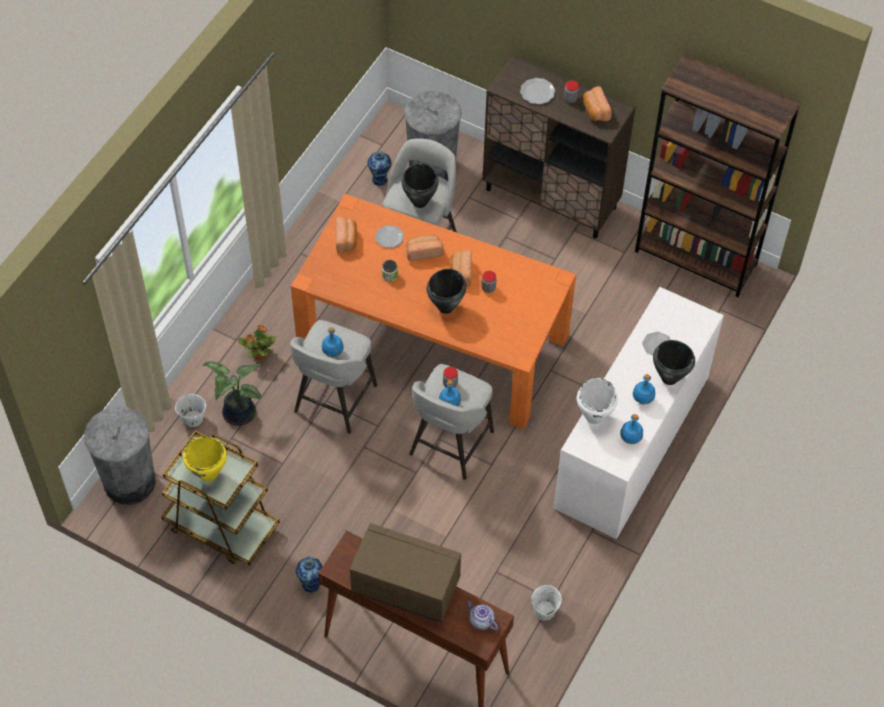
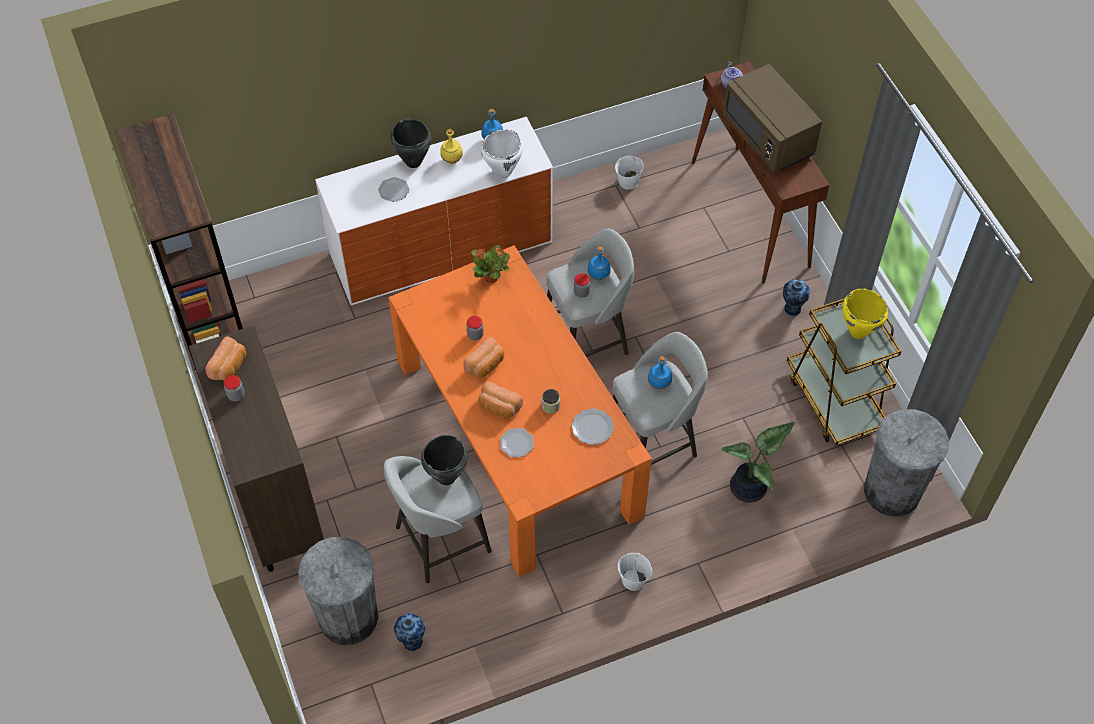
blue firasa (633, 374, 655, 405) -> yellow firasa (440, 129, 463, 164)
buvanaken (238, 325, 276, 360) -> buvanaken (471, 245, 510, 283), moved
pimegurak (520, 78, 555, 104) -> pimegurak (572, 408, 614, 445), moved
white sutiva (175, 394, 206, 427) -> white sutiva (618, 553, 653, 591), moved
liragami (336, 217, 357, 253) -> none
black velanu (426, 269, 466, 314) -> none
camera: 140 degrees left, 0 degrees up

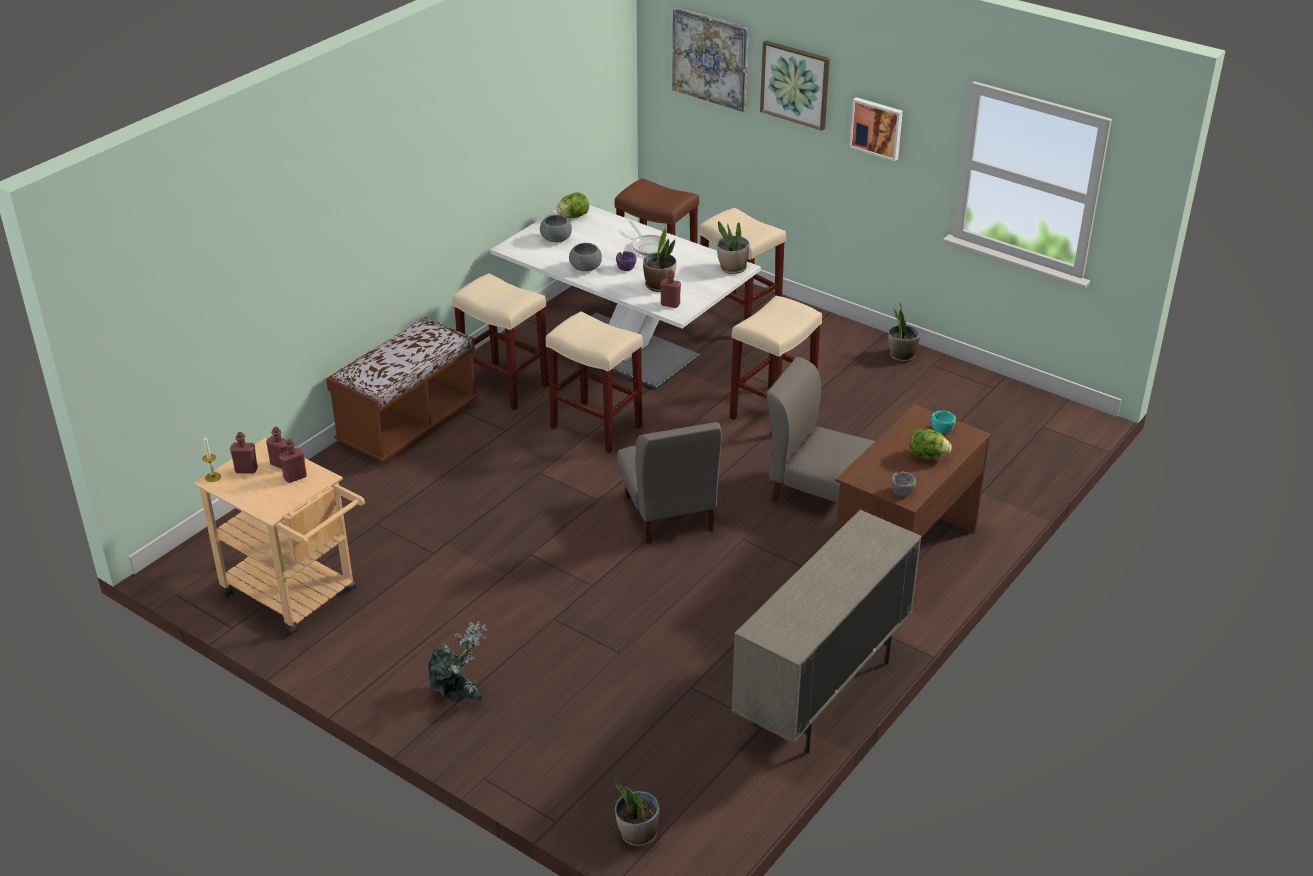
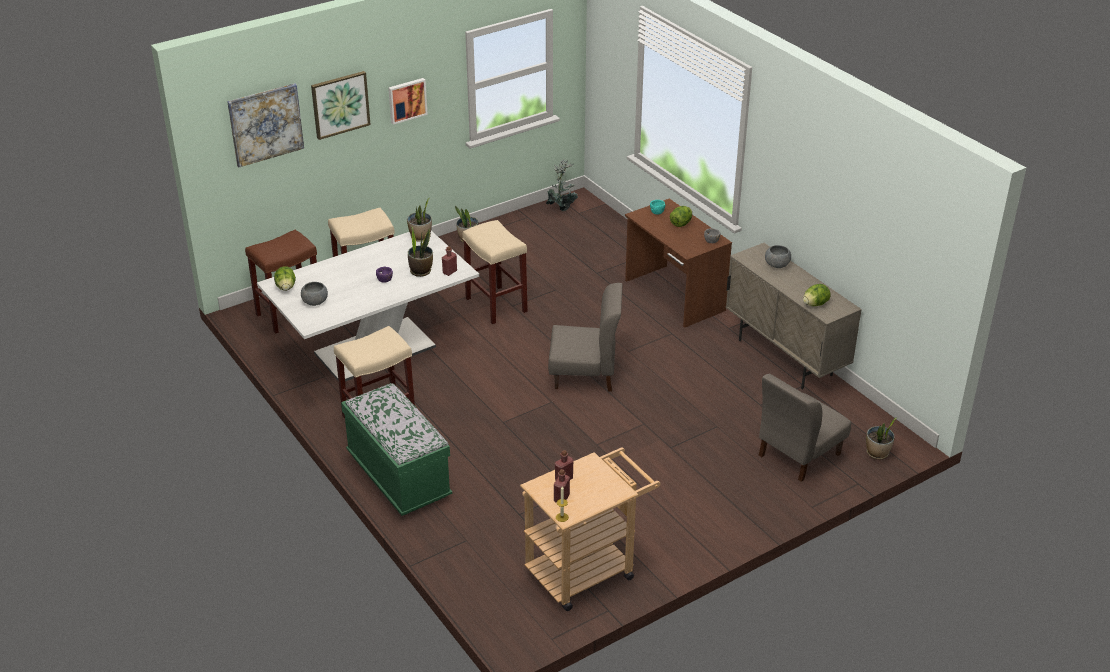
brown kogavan (326, 317, 479, 464) -> green kogavan (341, 383, 452, 516)
buvanaken (427, 621, 487, 703) -> buvanaken (546, 159, 578, 211), moved
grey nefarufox (766, 357, 875, 503) -> grey nefarufox (758, 374, 851, 482), moved
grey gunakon (569, 243, 602, 271) -> grey gunakon (765, 245, 791, 268), moved
none -> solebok (803, 284, 830, 306)
red firasa (279, 439, 307, 483) -> none
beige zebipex (546, 311, 643, 453) -> none
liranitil (629, 221, 667, 256) -> none
camera: 70 degrees left, 0 degrees up

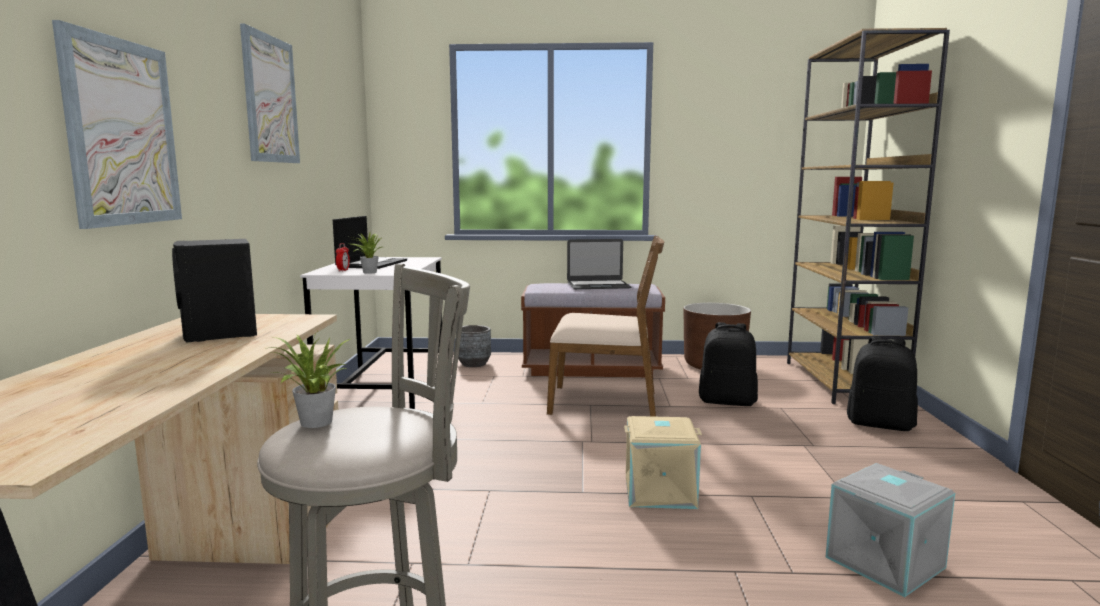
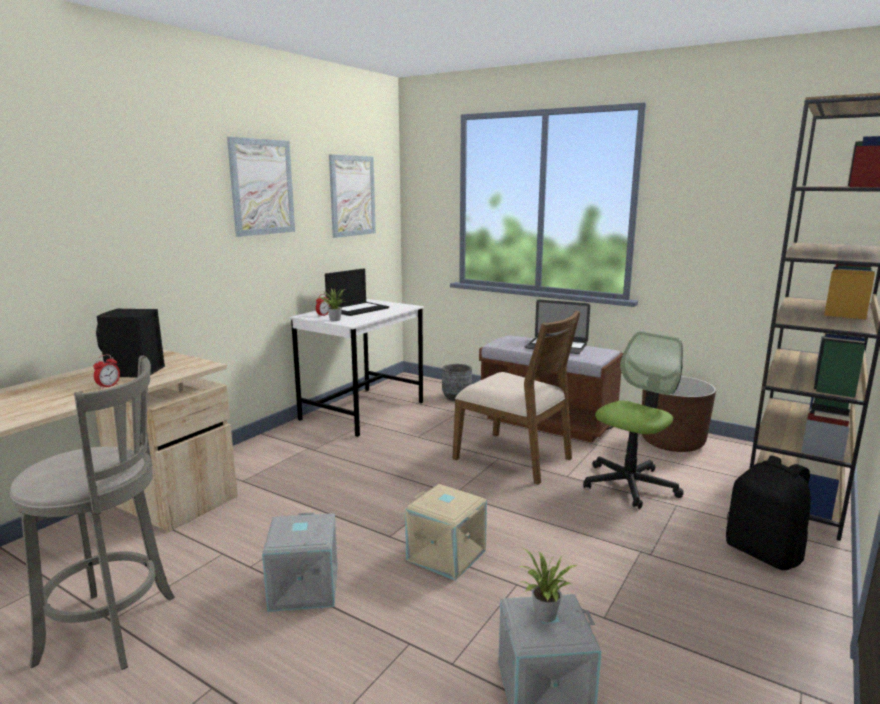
none -> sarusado (93, 354, 120, 389)
none -> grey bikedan (262, 512, 338, 612)
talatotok (52, 20, 182, 229) -> talatotok (329, 154, 376, 238), moved
buvanaken (273, 332, 352, 428) -> buvanaken (519, 548, 577, 622), moved
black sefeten (699, 322, 758, 406) -> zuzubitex (583, 331, 684, 509)
camera: 30 degrees right, 5 degrees up

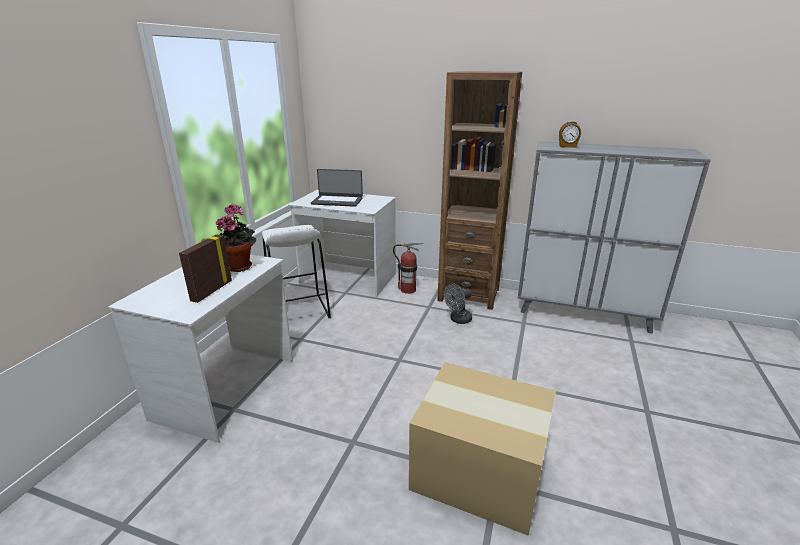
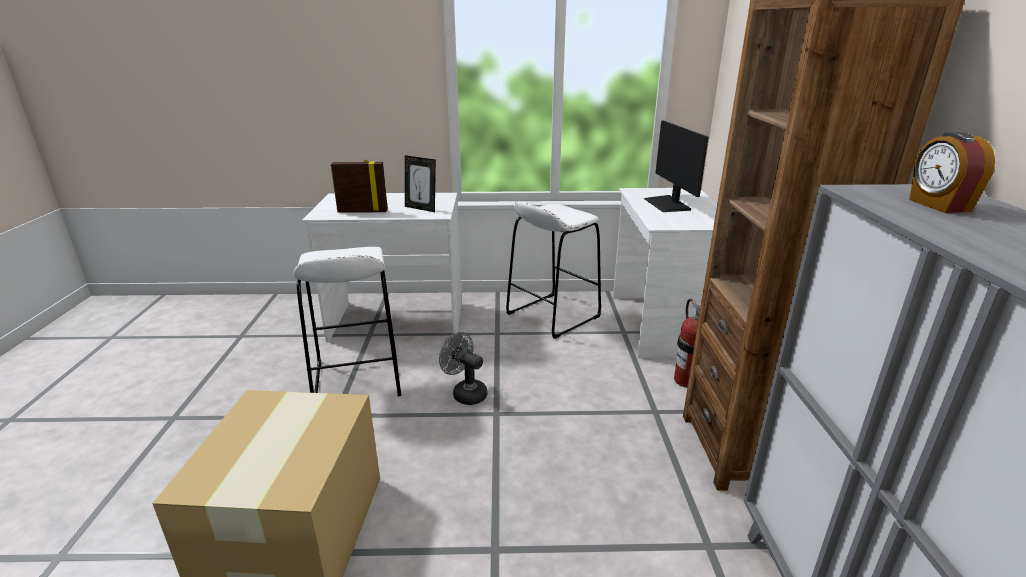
none -> white zebipex (294, 247, 401, 396)
buvanaken (216, 204, 256, 272) -> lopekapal (405, 155, 436, 212)
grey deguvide (444, 283, 472, 324) -> grey deguvide (439, 332, 488, 405), moved
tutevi (311, 169, 363, 207) -> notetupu (643, 121, 709, 212)
camera: 70 degrees right, 0 degrees up

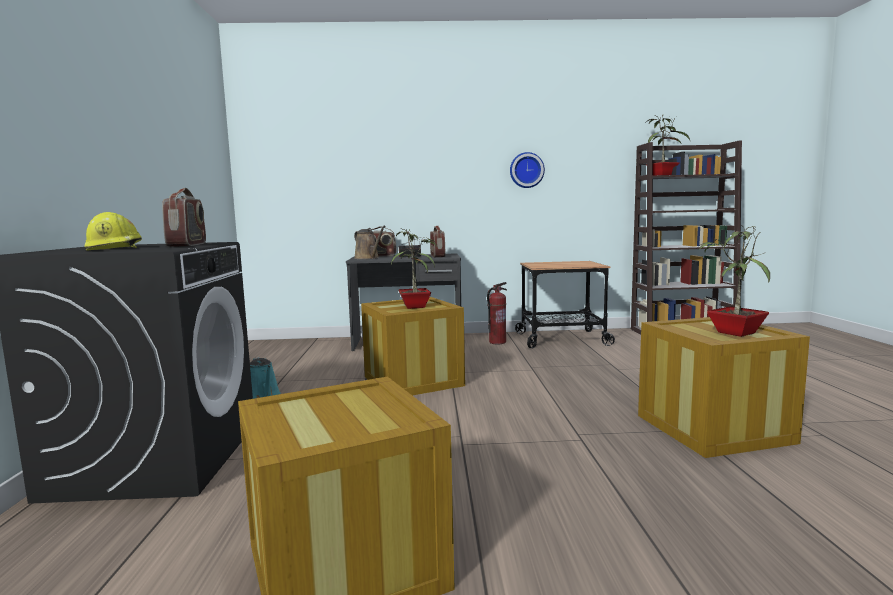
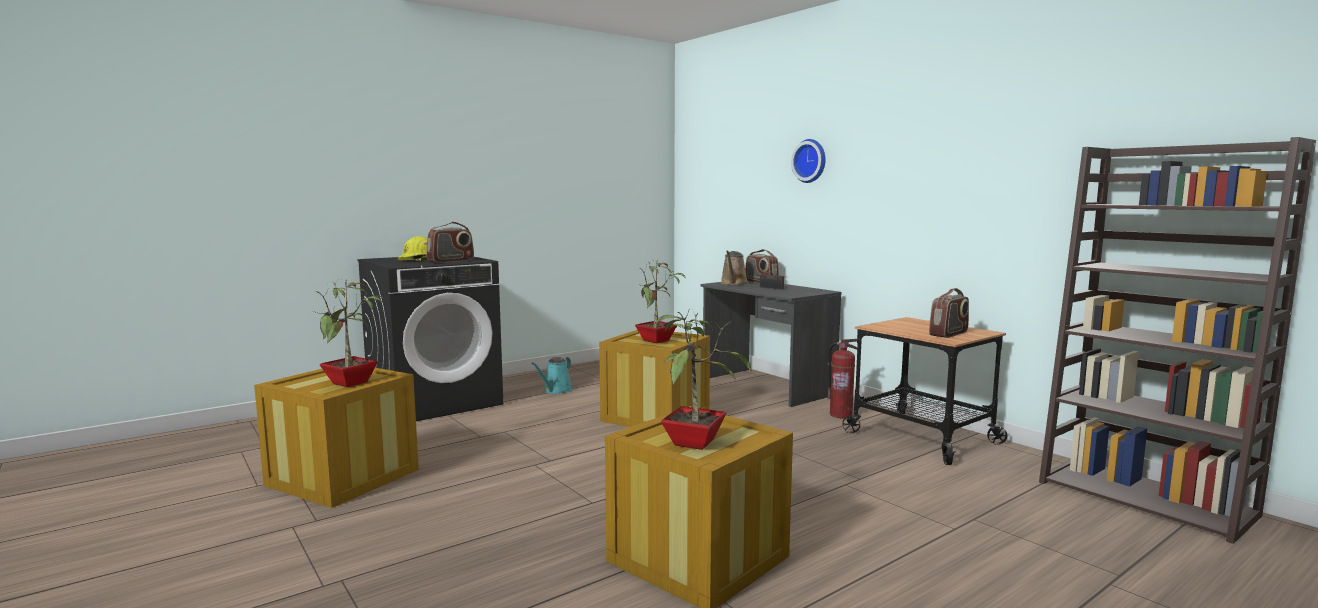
buvanaken (646, 115, 690, 175) -> buvanaken (313, 279, 386, 387), moved
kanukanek (510, 152, 545, 188) -> kanukanek (791, 139, 826, 183), moved
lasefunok (430, 226, 445, 257) -> lasefunok (929, 288, 969, 338), moved
camera: 55 degrees right, 0 degrees up

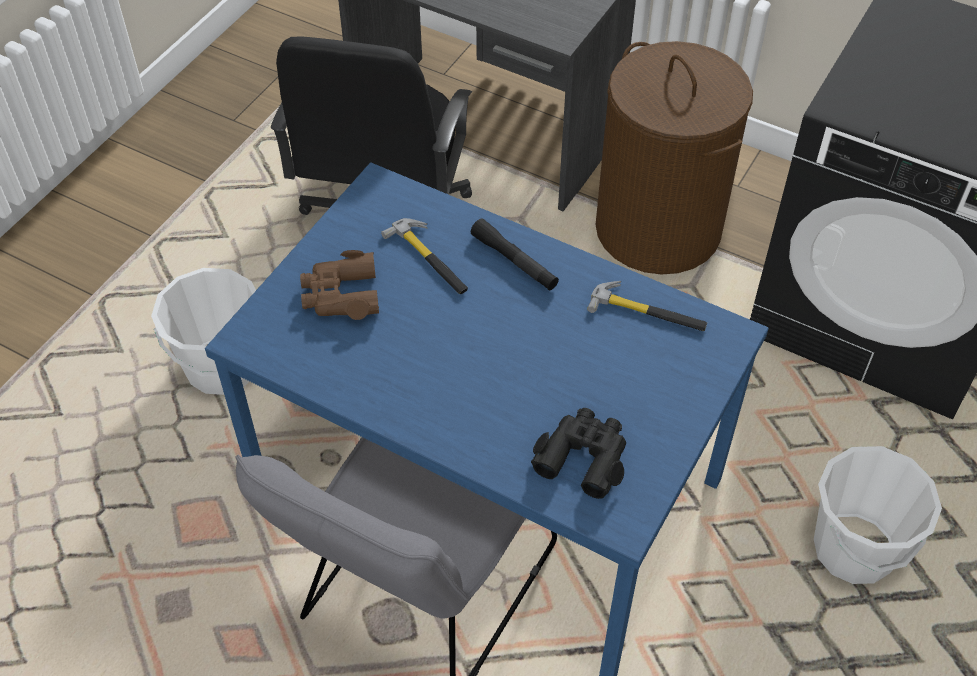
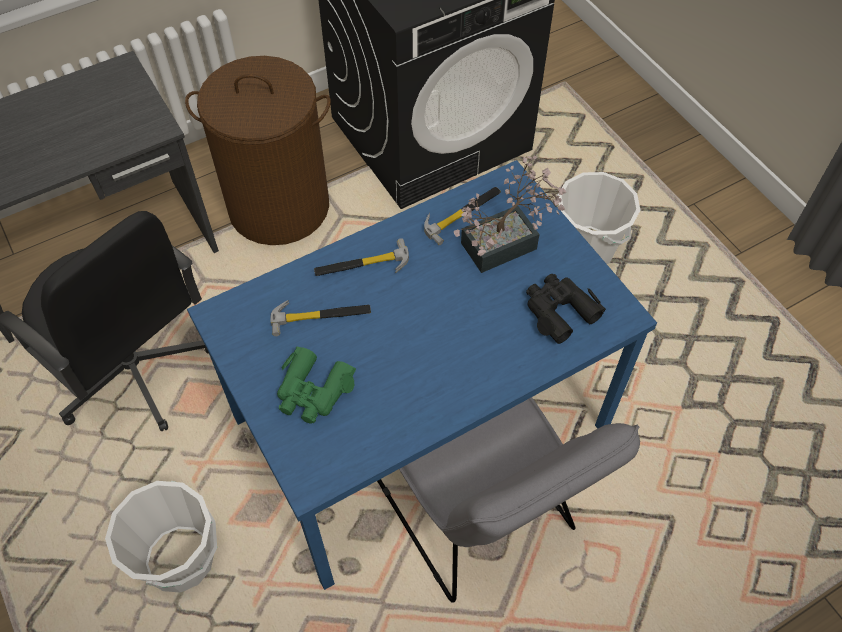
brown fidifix (300, 250, 379, 320) -> green fidifix (277, 346, 356, 424)
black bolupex (471, 218, 559, 290) -> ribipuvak (314, 238, 409, 276)
none -> buvanaken (454, 155, 567, 273)
camera: 60 degrees left, 5 degrees up

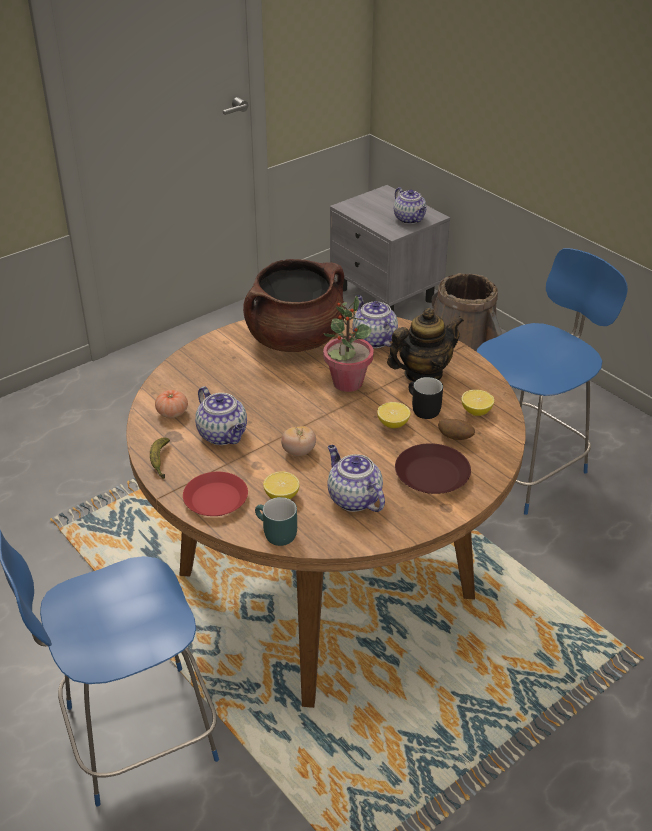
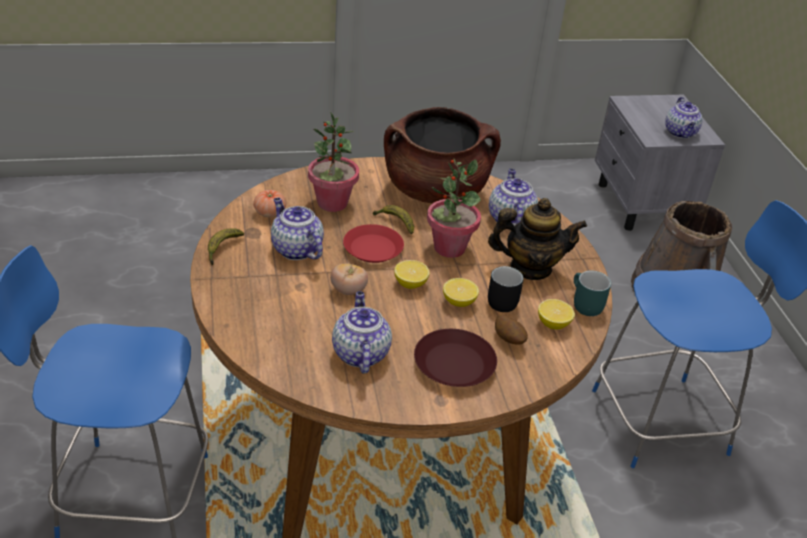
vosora (195, 386, 247, 445) -> vosora (271, 198, 324, 260), 150 degrees clockwise
none -> buvanaken (308, 112, 359, 212)
red pimegurak (183, 472, 248, 516) -> red pimegurak (343, 224, 404, 263), moved
none -> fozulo (373, 205, 414, 234)
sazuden (263, 471, 299, 499) -> sazuden (394, 260, 430, 289), moved
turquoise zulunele (255, 497, 297, 546) -> turquoise zulunele (574, 271, 611, 316), moved
camera: 25 degrees right, 0 degrees up

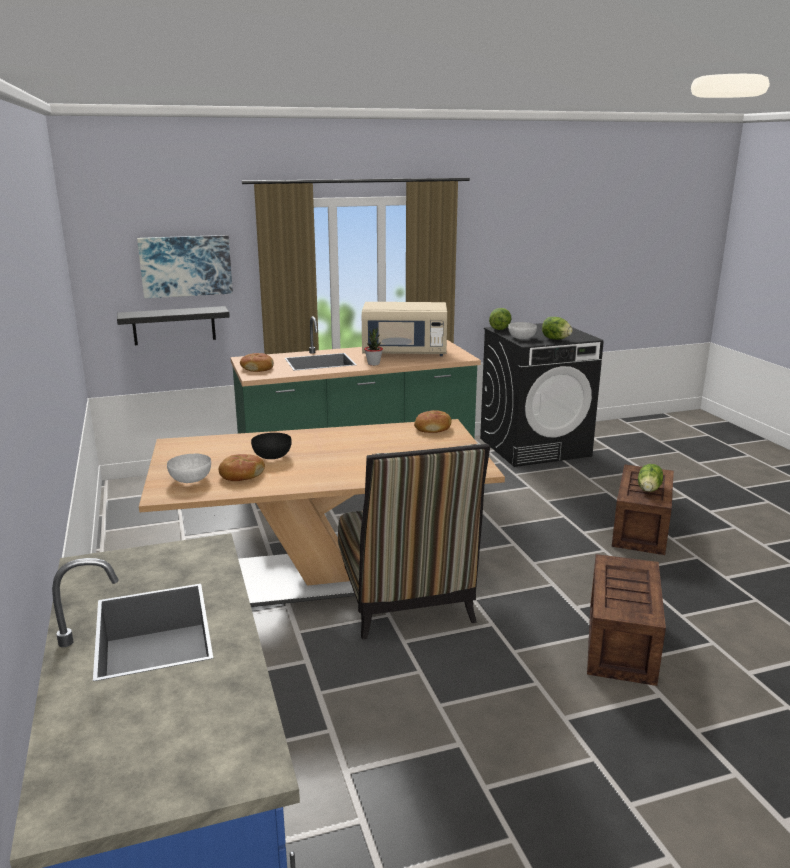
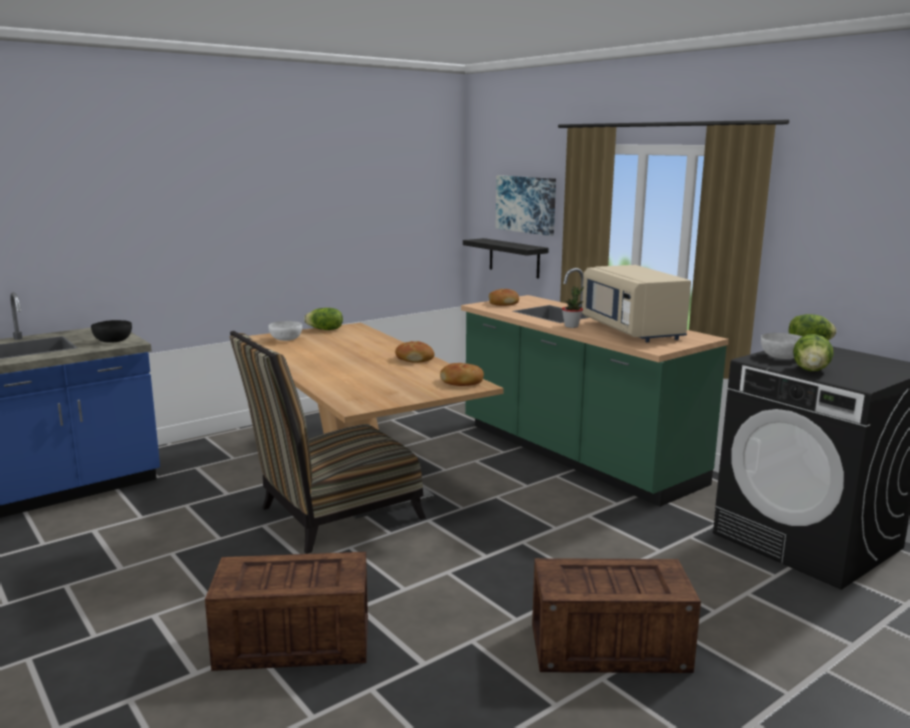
black gunakon (251, 433, 292, 459) -> black gunakon (91, 320, 132, 343), moved
solebok (638, 464, 663, 492) -> solebok (304, 308, 343, 330), moved
liragami (219, 454, 265, 481) -> liragami (395, 341, 434, 363), moved
camera: 70 degrees right, 5 degrees down

